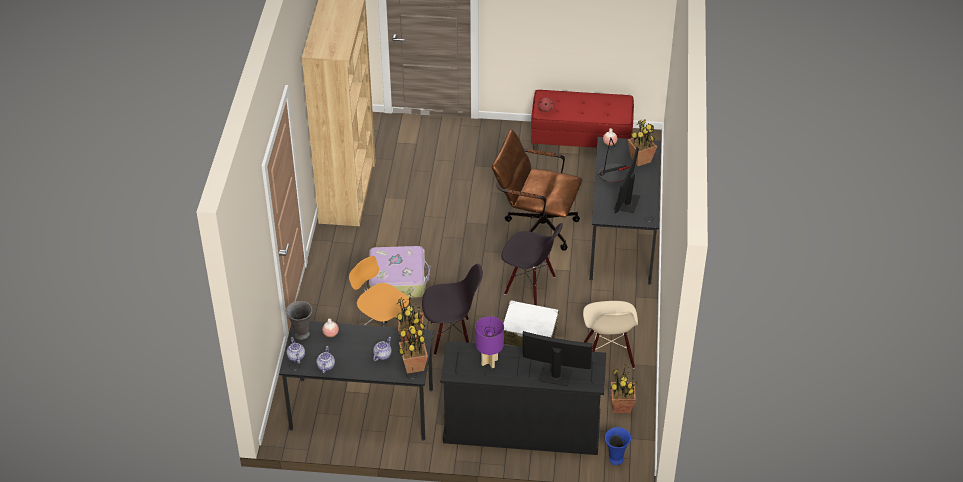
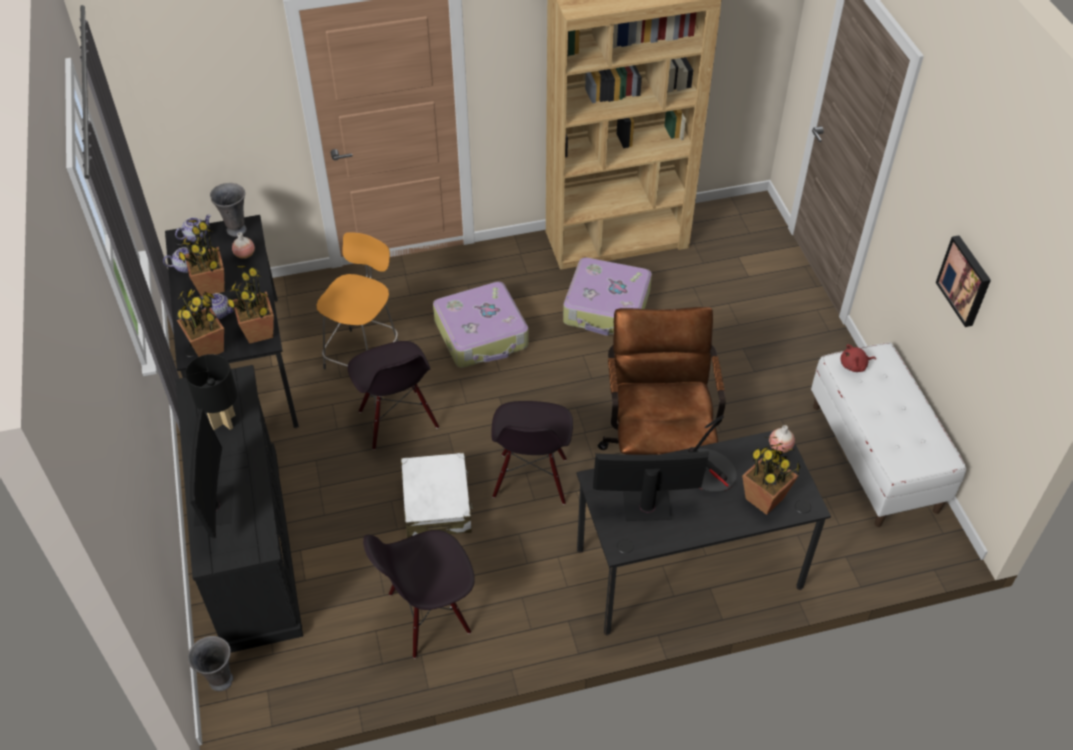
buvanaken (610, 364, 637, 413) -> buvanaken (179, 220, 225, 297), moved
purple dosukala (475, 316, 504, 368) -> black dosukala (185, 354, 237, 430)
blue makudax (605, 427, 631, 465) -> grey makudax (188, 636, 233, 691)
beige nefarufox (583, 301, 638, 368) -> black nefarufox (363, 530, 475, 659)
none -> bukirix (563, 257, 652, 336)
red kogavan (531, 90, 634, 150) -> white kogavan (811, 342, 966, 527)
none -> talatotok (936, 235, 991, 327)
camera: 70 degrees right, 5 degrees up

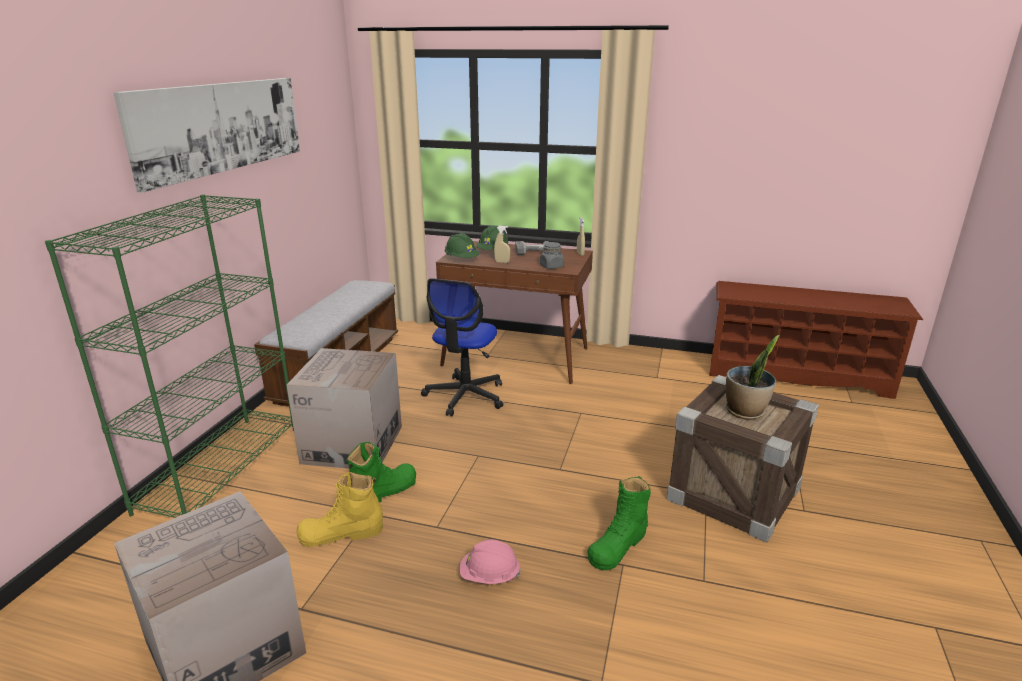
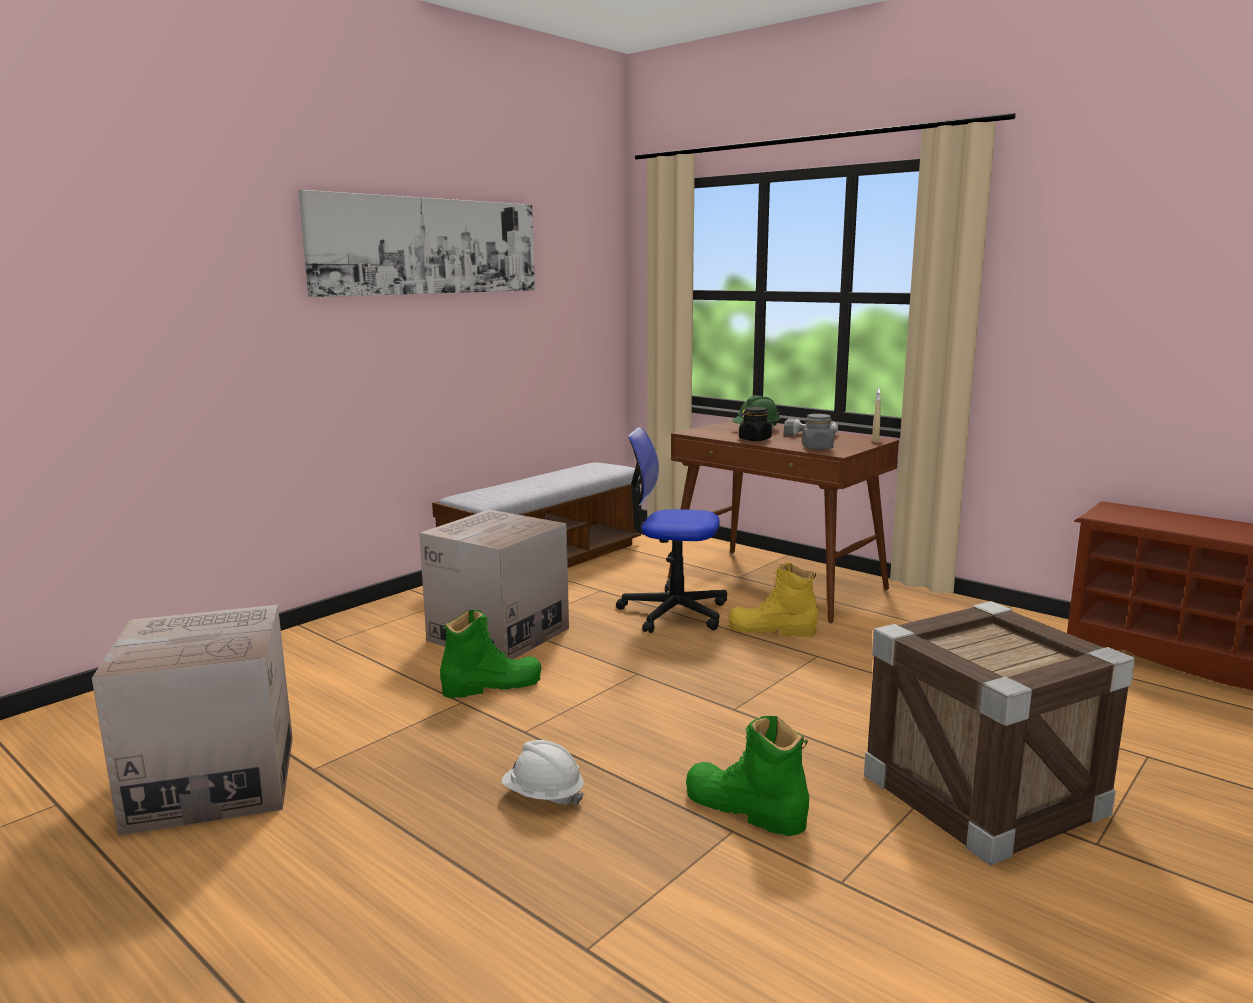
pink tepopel (459, 539, 521, 584) -> white tepopel (501, 740, 584, 805)
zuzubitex (421, 278, 503, 417) -> zuzubitex (616, 427, 727, 633), 60 degrees clockwise
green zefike (587, 476, 651, 570) -> green zefike (686, 716, 809, 836), 60 degrees clockwise
yellow zefike (297, 472, 383, 547) -> yellow zefike (729, 563, 818, 637), moved
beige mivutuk (494, 226, 510, 263) -> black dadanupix (739, 407, 772, 441)
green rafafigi (45, 195, 294, 518) -> none
green tepopel (444, 233, 480, 258) -> none
buvanaken (726, 335, 779, 420) -> none
camera: 25 degrees right, 10 degrees down

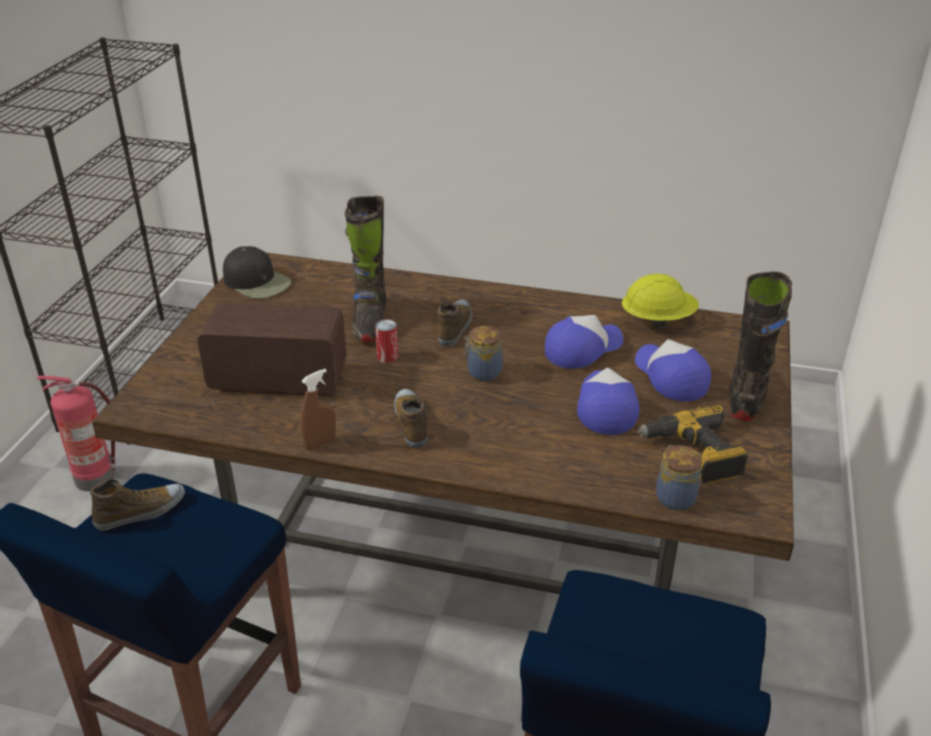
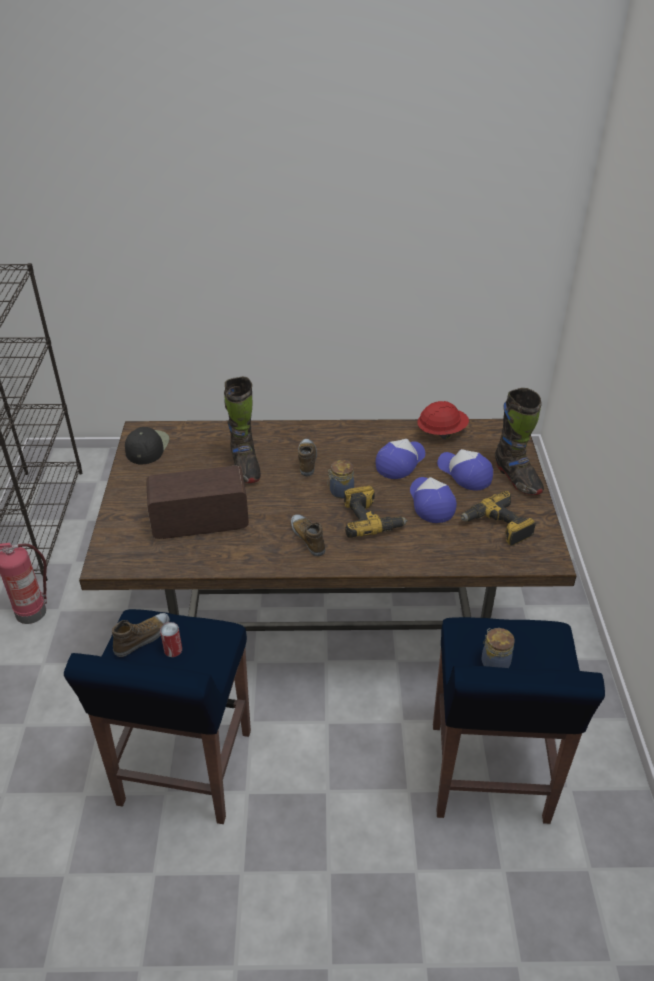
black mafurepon (223, 246, 291, 299) -> black mafurepon (125, 427, 169, 464), 105 degrees counterclockwise
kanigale (375, 319, 398, 363) -> kanigale (160, 622, 182, 657), moved
none -> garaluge (344, 486, 408, 538)
yellow tepopel (622, 274, 699, 329) -> red tepopel (417, 401, 469, 439)
dadanupix (656, 445, 702, 510) -> dadanupix (481, 628, 515, 668), moved
black zefike (729, 271, 792, 421) -> black zefike (495, 388, 544, 495), 150 degrees clockwise
brown mivutuk (300, 369, 336, 450) -> none
camera: 15 degrees left, 5 degrees up

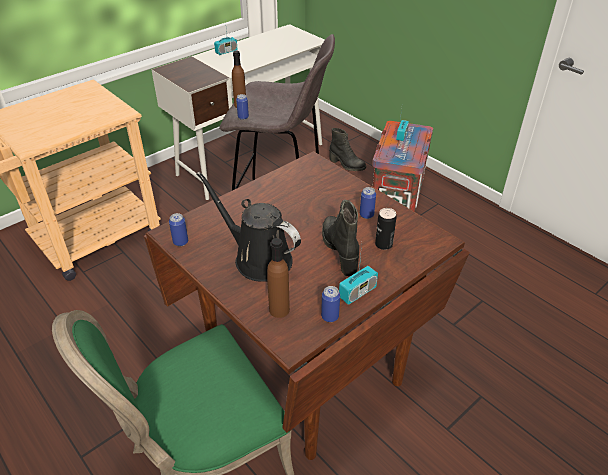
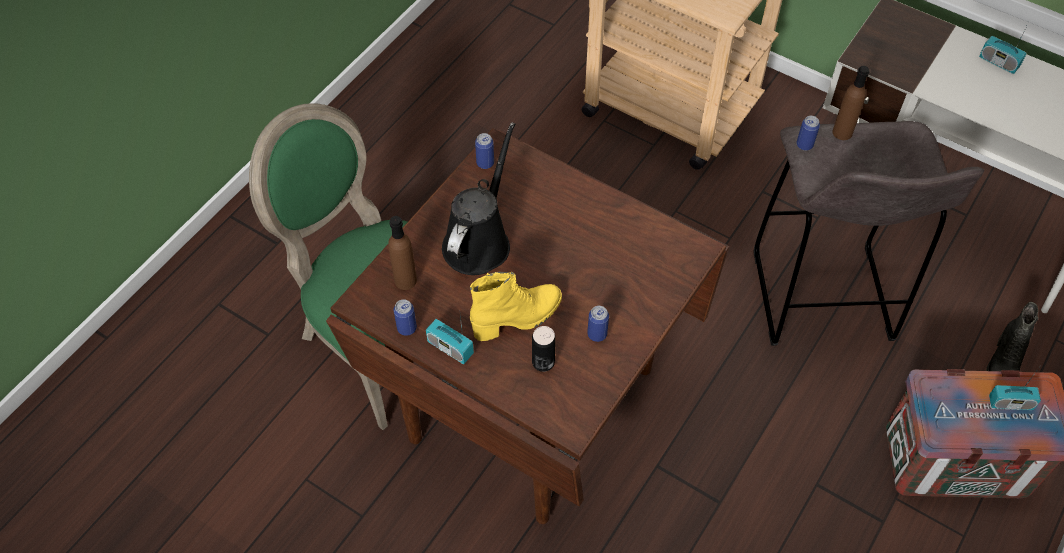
black zefike (322, 200, 359, 277) -> yellow zefike (470, 272, 562, 341)
camera: 75 degrees right, 15 degrees up

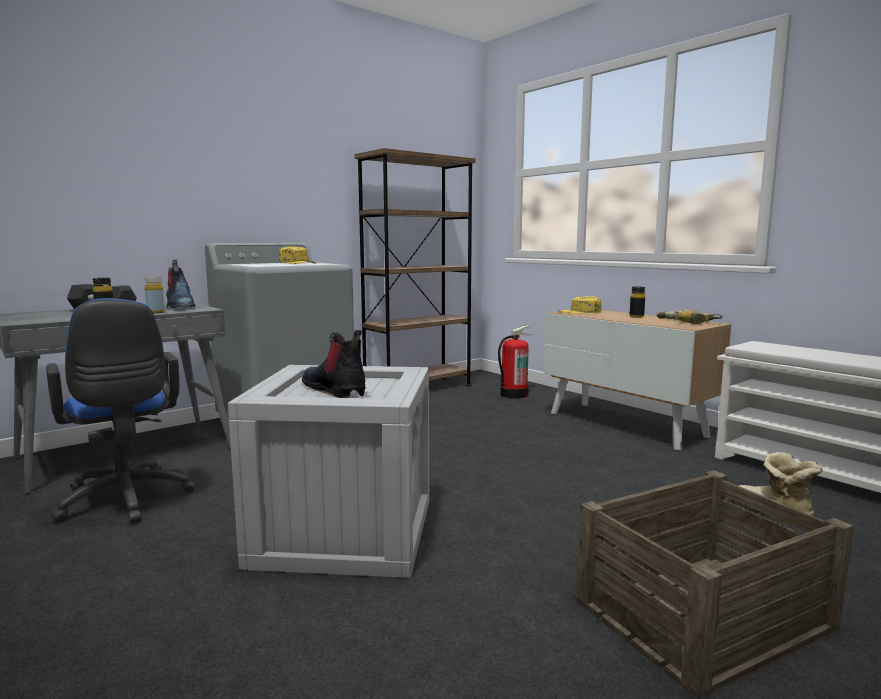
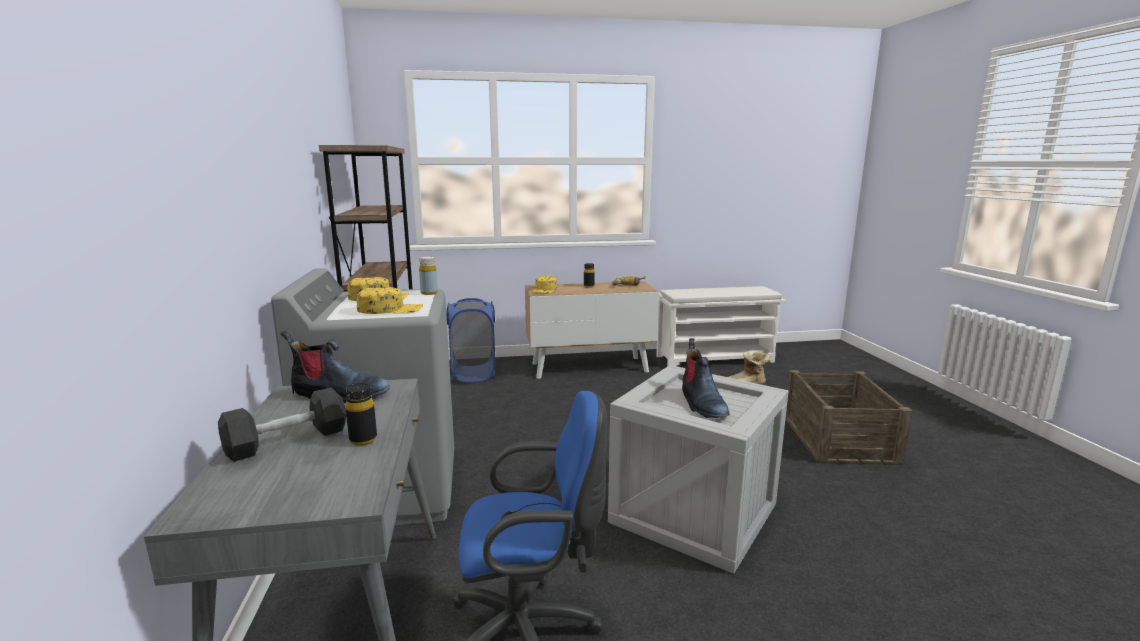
none -> yellow mafurepon (357, 287, 423, 314)
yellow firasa (144, 276, 165, 314) -> yellow firasa (419, 256, 438, 295), moved
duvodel (498, 325, 533, 399) -> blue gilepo (446, 298, 495, 383)
zefike (302, 330, 366, 398) -> zefike (682, 338, 729, 418), 90 degrees counterclockwise
camera: 60 degrees left, 5 degrees up

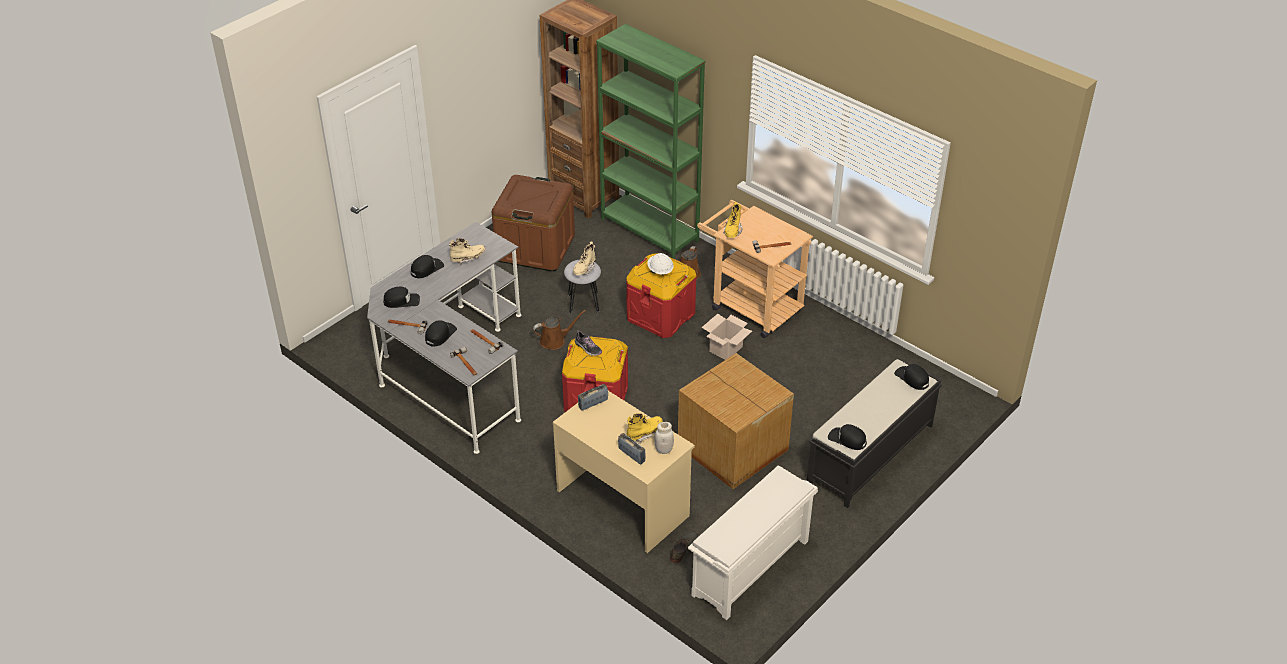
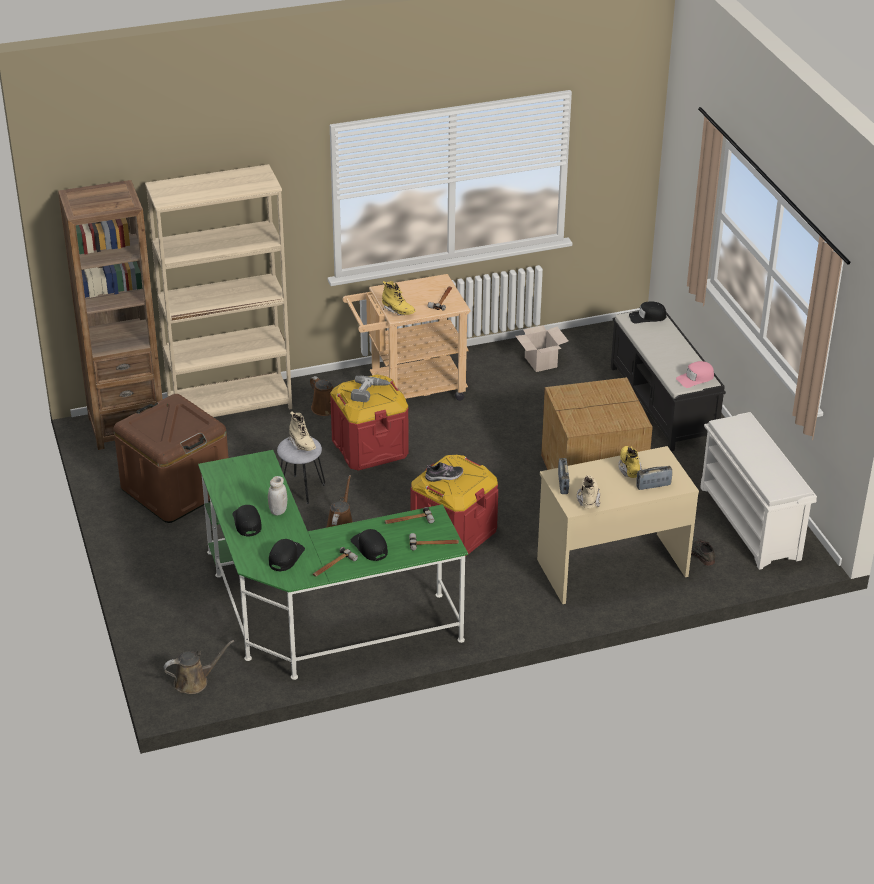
green rafafigi (596, 24, 706, 259) -> beige rafafigi (145, 164, 292, 417)
none -> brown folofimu (164, 640, 234, 694)
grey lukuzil (367, 221, 521, 454) -> green lukuzil (198, 450, 468, 680)
white dadanupix (654, 422, 674, 454) -> white dadanupix (268, 476, 287, 515), moved
white tepopel (647, 253, 674, 275) -> garaluge (351, 376, 391, 402)
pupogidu (702, 314, 752, 360) -> pupogidu (515, 325, 568, 372), moved
beige zefike (449, 238, 485, 266) -> beige zefike (577, 475, 600, 508), moved
black mafurepon (828, 424, 867, 450) -> pink mafurepon (676, 361, 714, 388)
camera: 60 degrees left, 5 degrees down

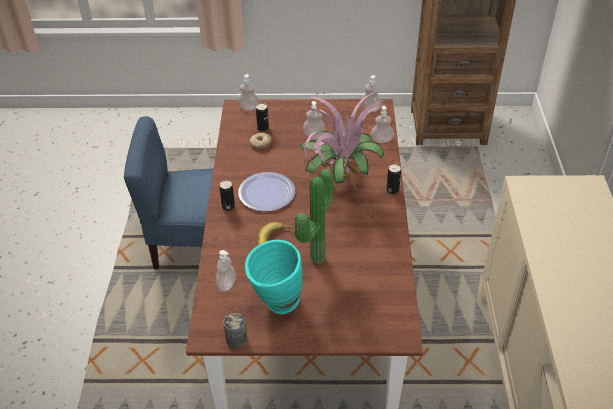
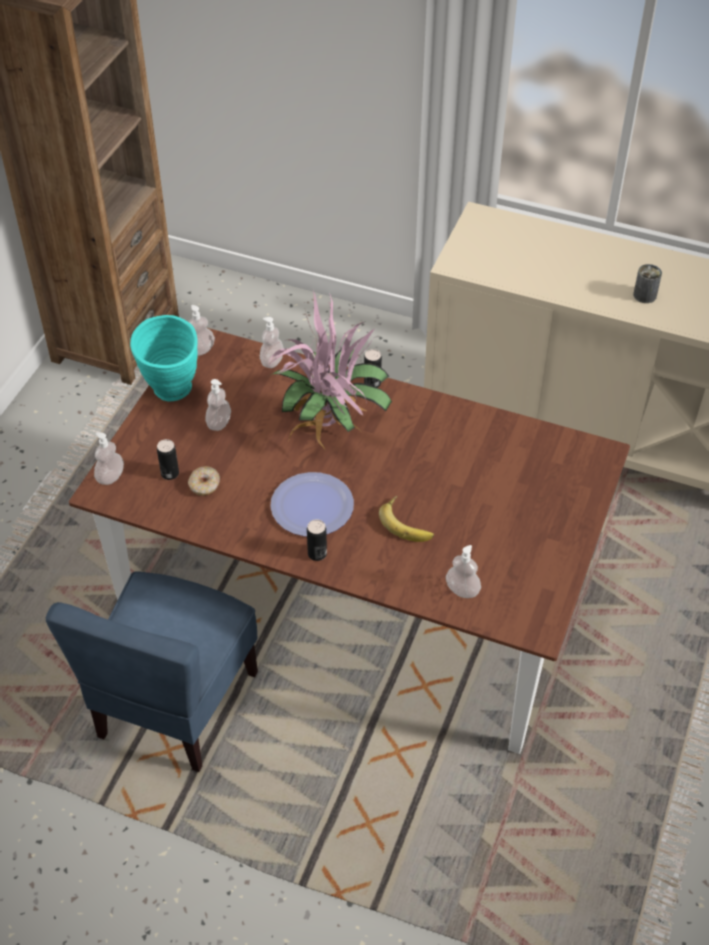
turquoise makudax (245, 240, 302, 314) -> turquoise makudax (130, 315, 198, 402), moved
kanigale (223, 313, 247, 348) -> kanigale (633, 264, 662, 303), moved
buvanaken (295, 169, 333, 264) -> none
camera: 70 degrees left, 5 degrees up

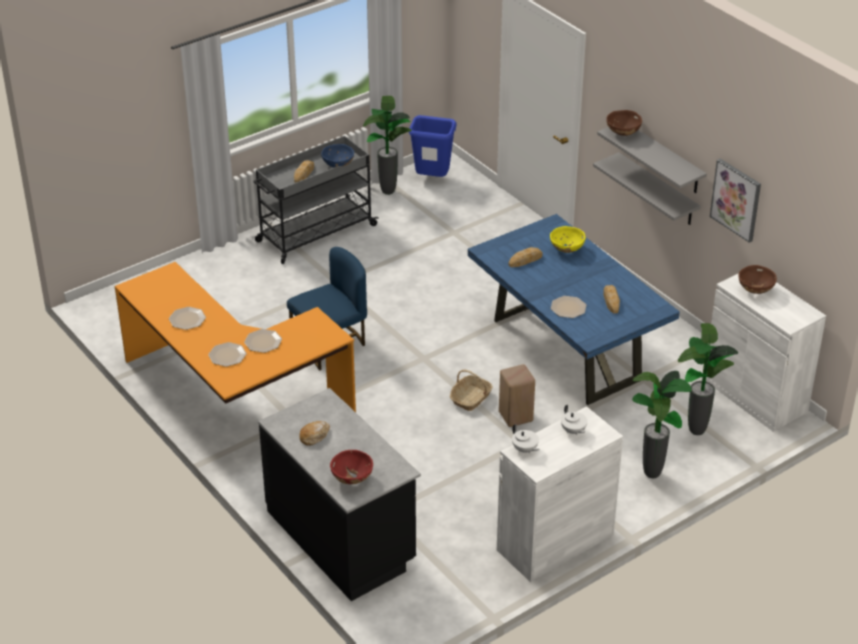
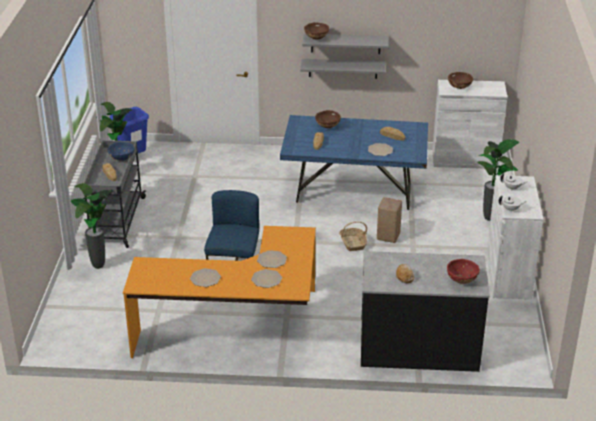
buvanaken (678, 323, 738, 435) -> buvanaken (71, 183, 112, 269), moved
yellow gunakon (550, 226, 586, 253) -> brown gunakon (315, 110, 341, 128)
talatotok (710, 159, 761, 243) -> none
camera: 50 degrees left, 5 degrees down

